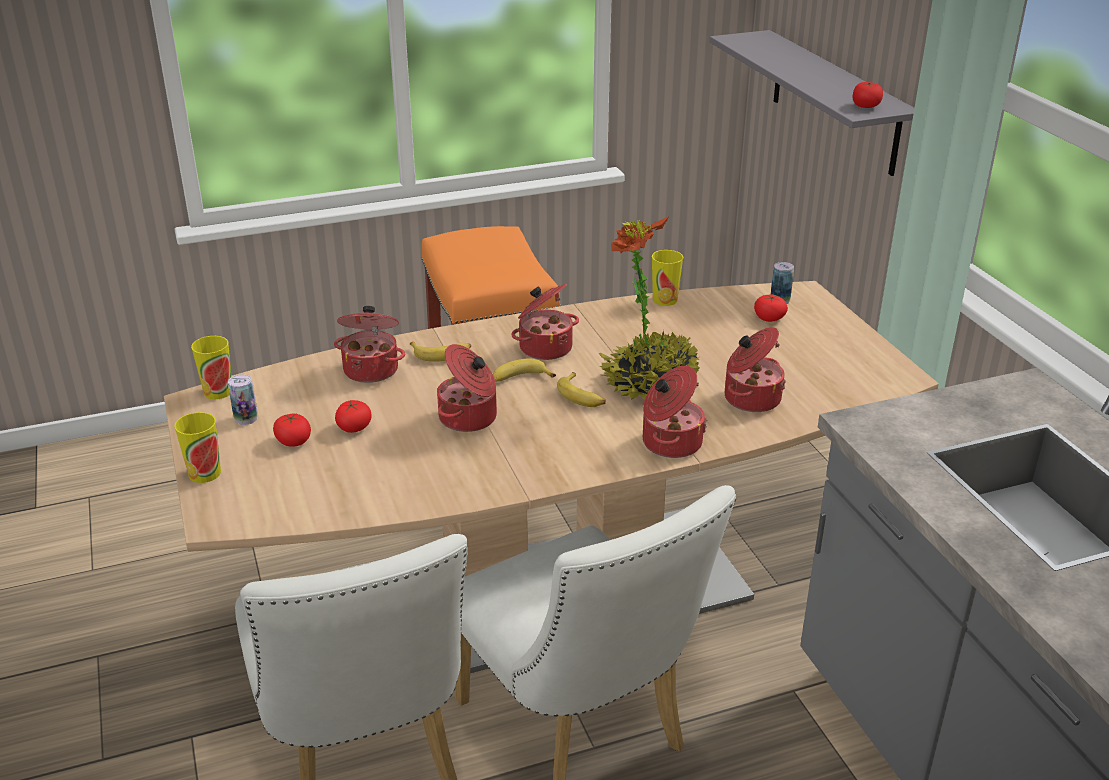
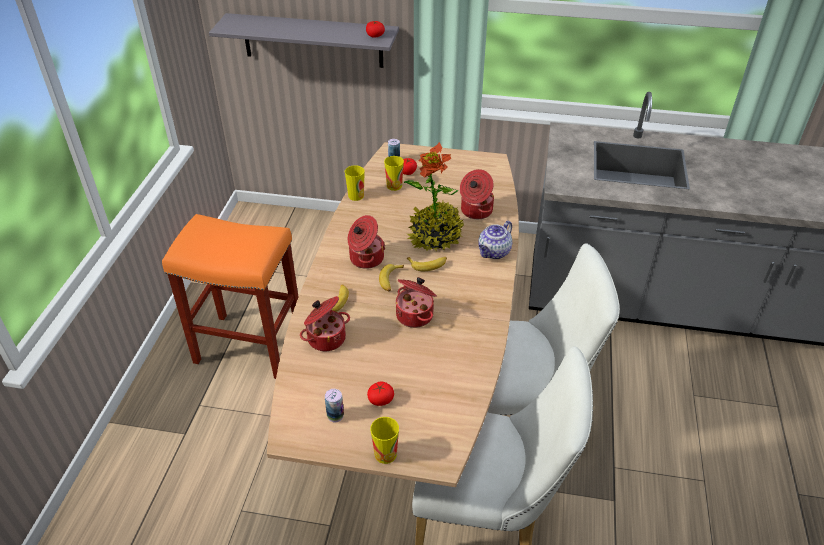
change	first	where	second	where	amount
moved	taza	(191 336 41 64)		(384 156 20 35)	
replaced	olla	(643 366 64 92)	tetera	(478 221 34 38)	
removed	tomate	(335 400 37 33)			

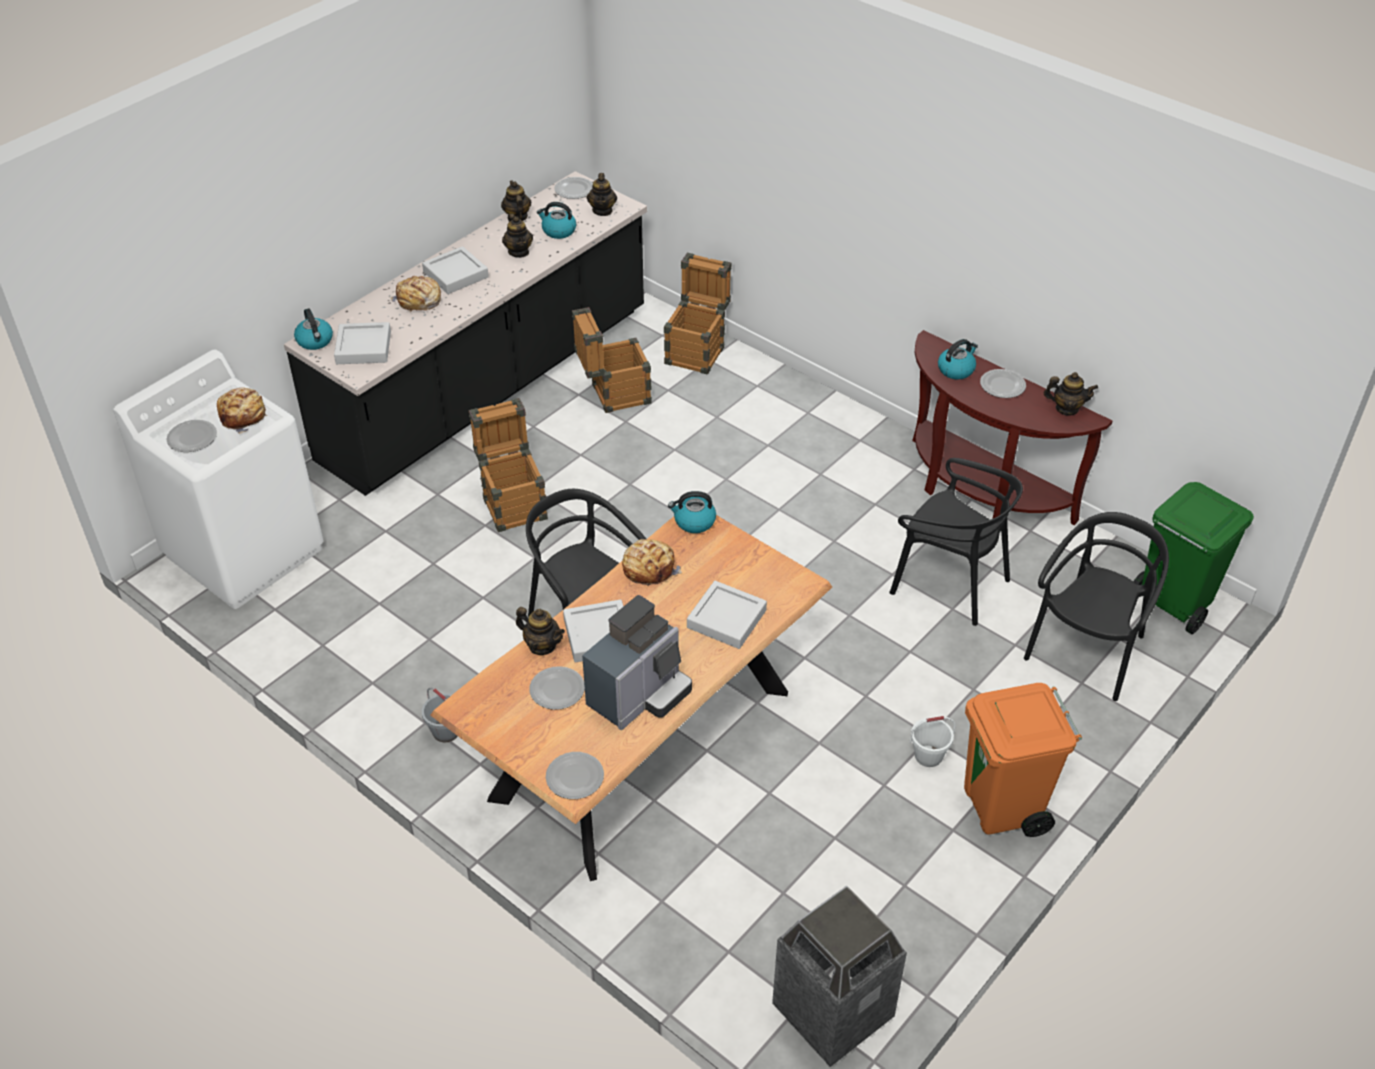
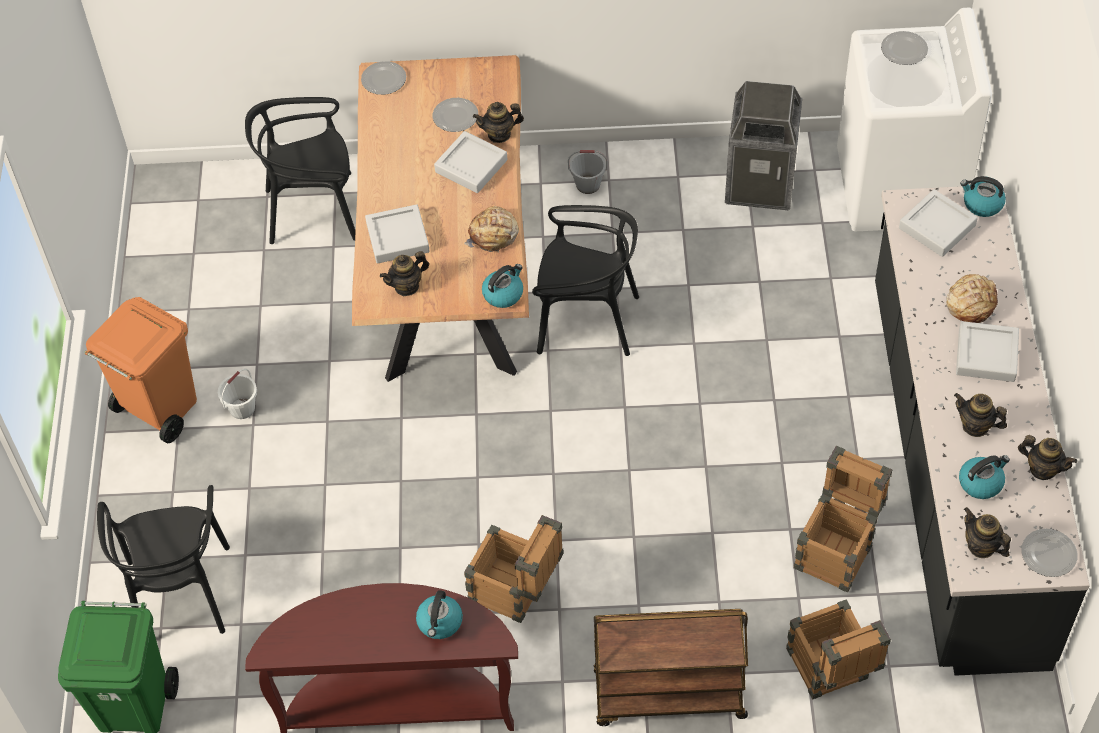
change	first	where	second	where	amount
removed	plato	(980 369 46 29)			
moved	tetera	(1044 372 54 44)		(380 251 49 45)	
removed	pan	(217 387 50 47)			
moved	caja de embalaje	(469 398 79 134)		(464 515 100 108)	
moved	silla [negro]	(889 458 134 168)		(245 97 111 147)	
removed	cafetera	(582 595 110 135)			
moved	papelera	(772 885 135 182)		(725 81 77 129)	
added			carrito [marrón]	(594 609 154 117)	

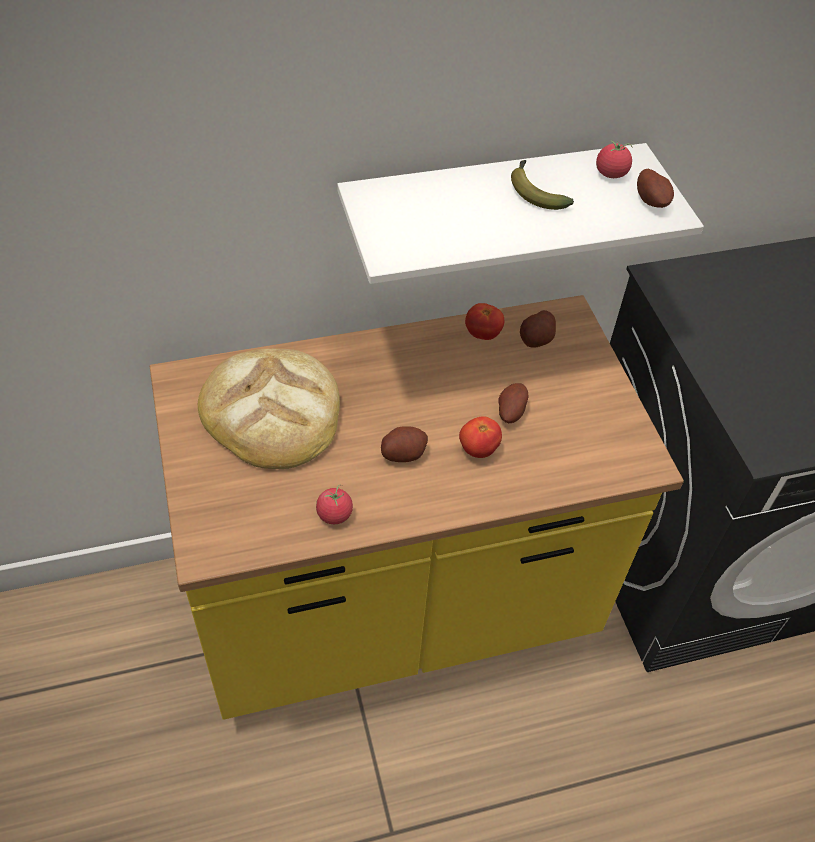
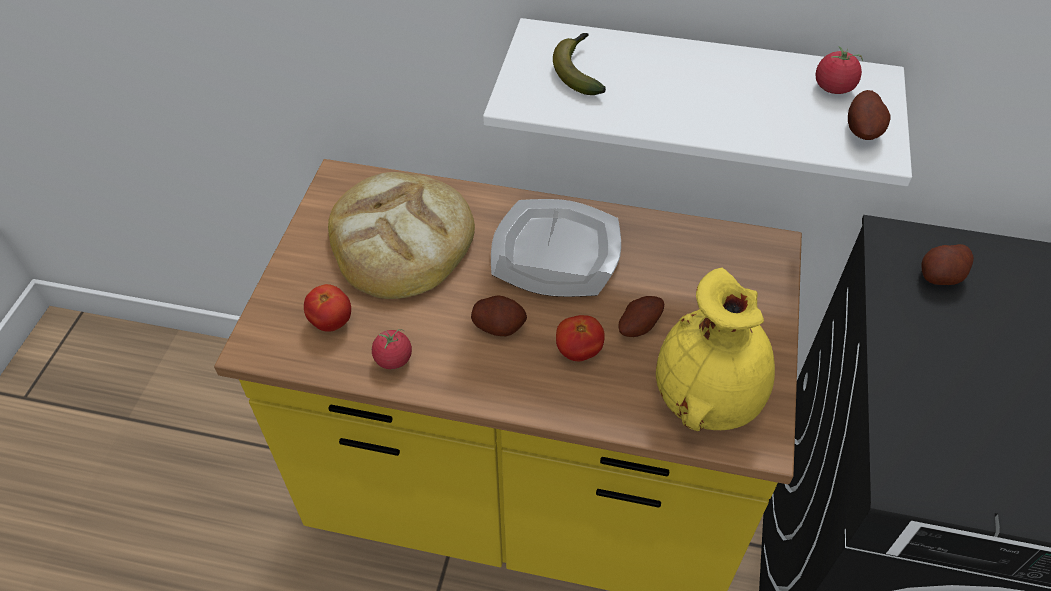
change	first	where	second	where	amount
moved	plátano	(511 160 63 50)		(553 33 53 62)	
moved	tomate	(465 303 39 37)		(304 284 47 48)	
moved	patata	(520 310 36 38)		(921 244 53 41)	
added			plato	(491 199 130 98)	
added			florero [amarillo]	(656 267 119 164)	

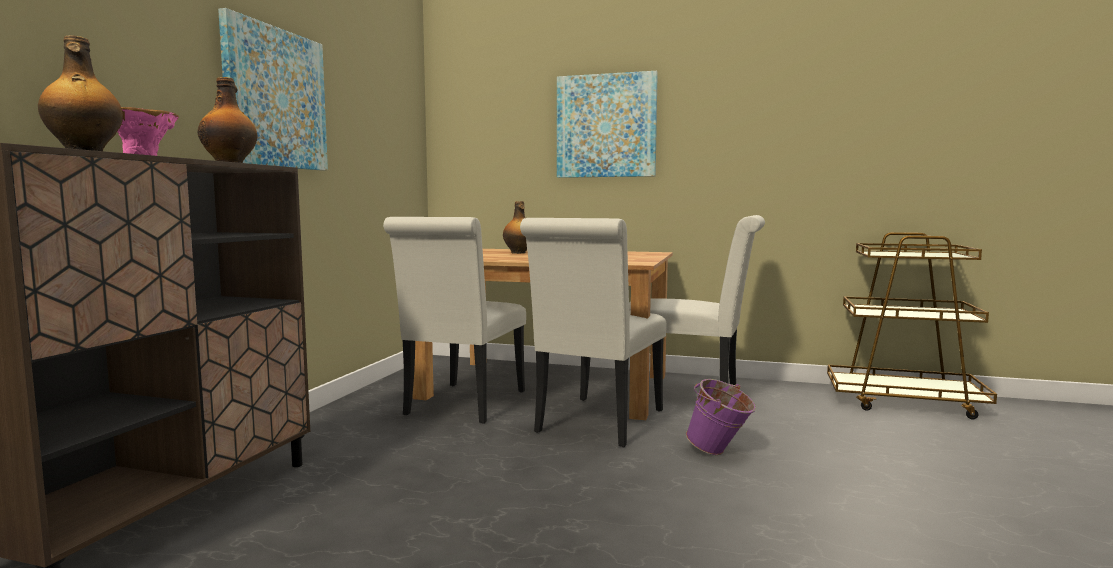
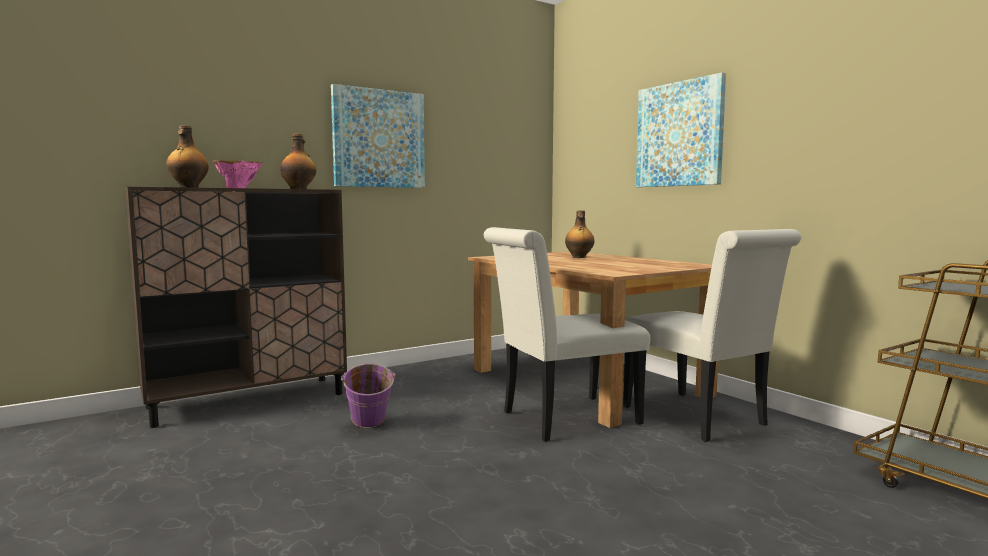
change	first	where	second	where	amount
removed	silla [blanco]	(383 217 143 207)			
moved	cubo [morado]	(686 379 70 76)		(341 364 54 64)	

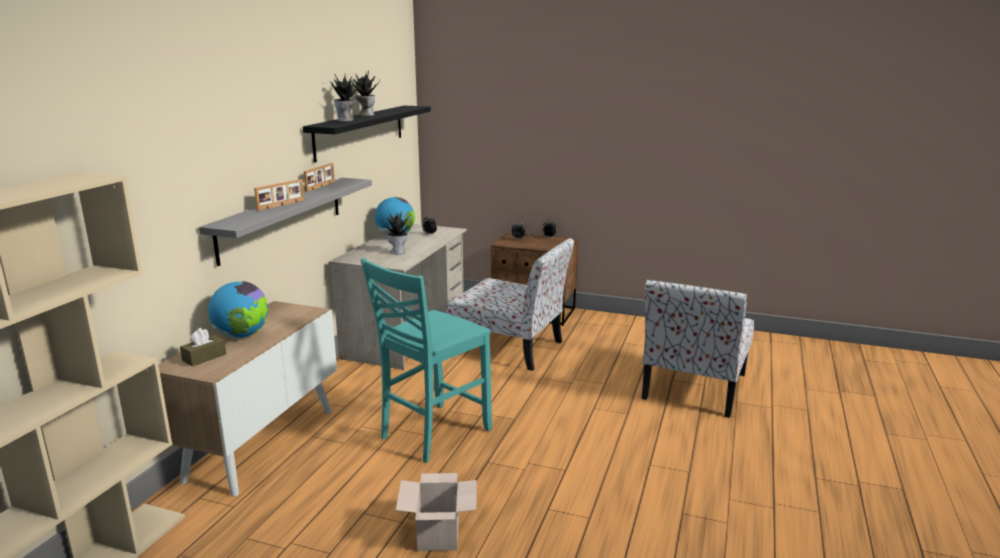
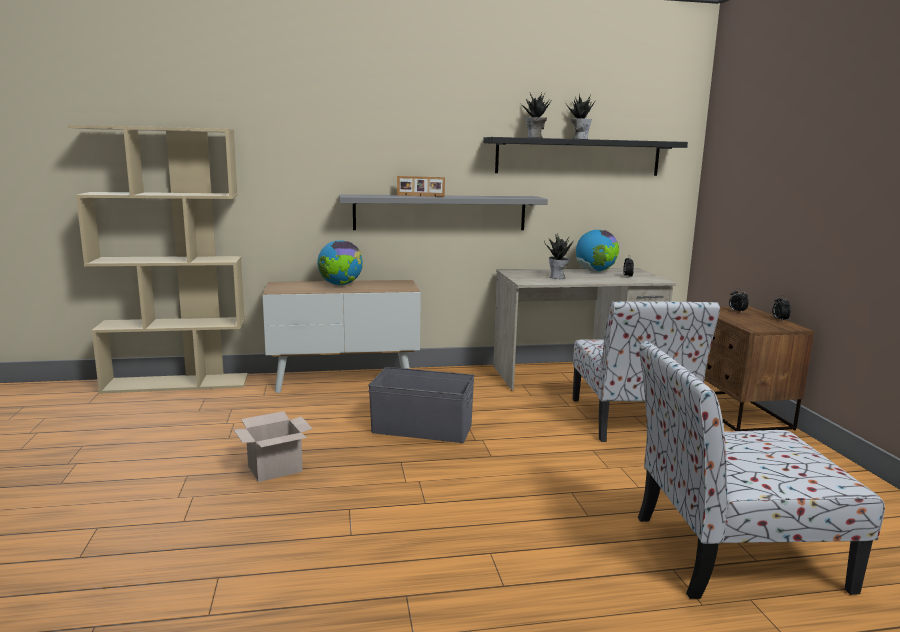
change	first	where	second	where	amount
removed	portarretratos	(304 163 31 29)			
replaced	silla [turquesa]	(360 258 132 205)	caja de almacenaje [gris]	(368 367 107 76)	
removed	caja de pañuelos [marrón]	(180 328 46 38)			

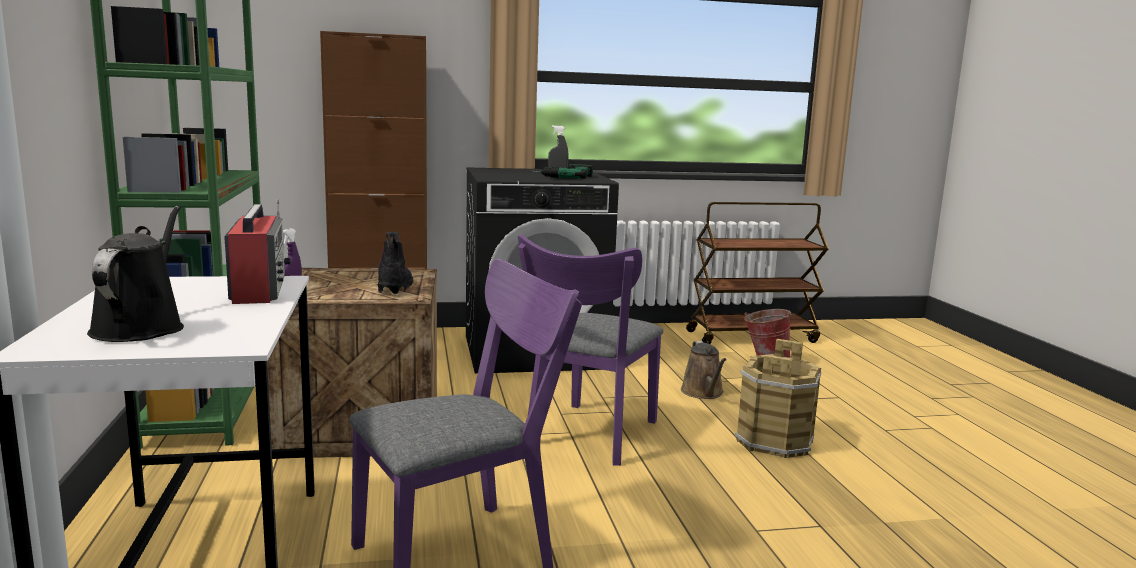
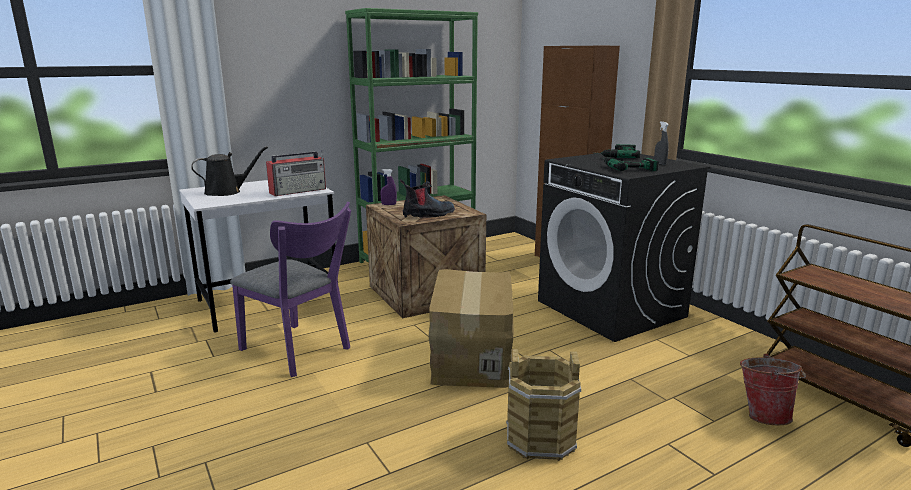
change	first	where	second	where	amount
replaced	silla [morado]	(518 235 145 231)	caja de cartón	(429 269 85 119)	
removed	regadera [marrón]	(681 341 46 58)			
added			taladro	(599 144 41 14)	

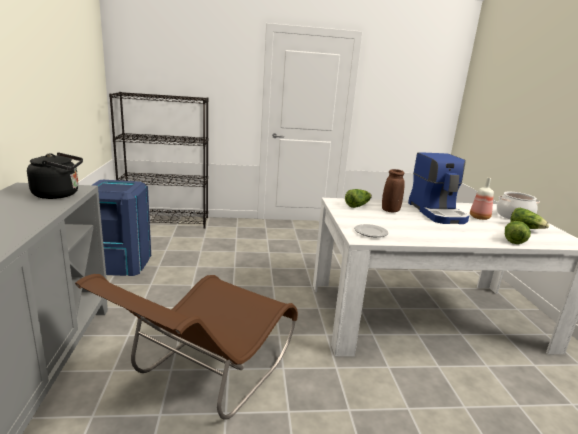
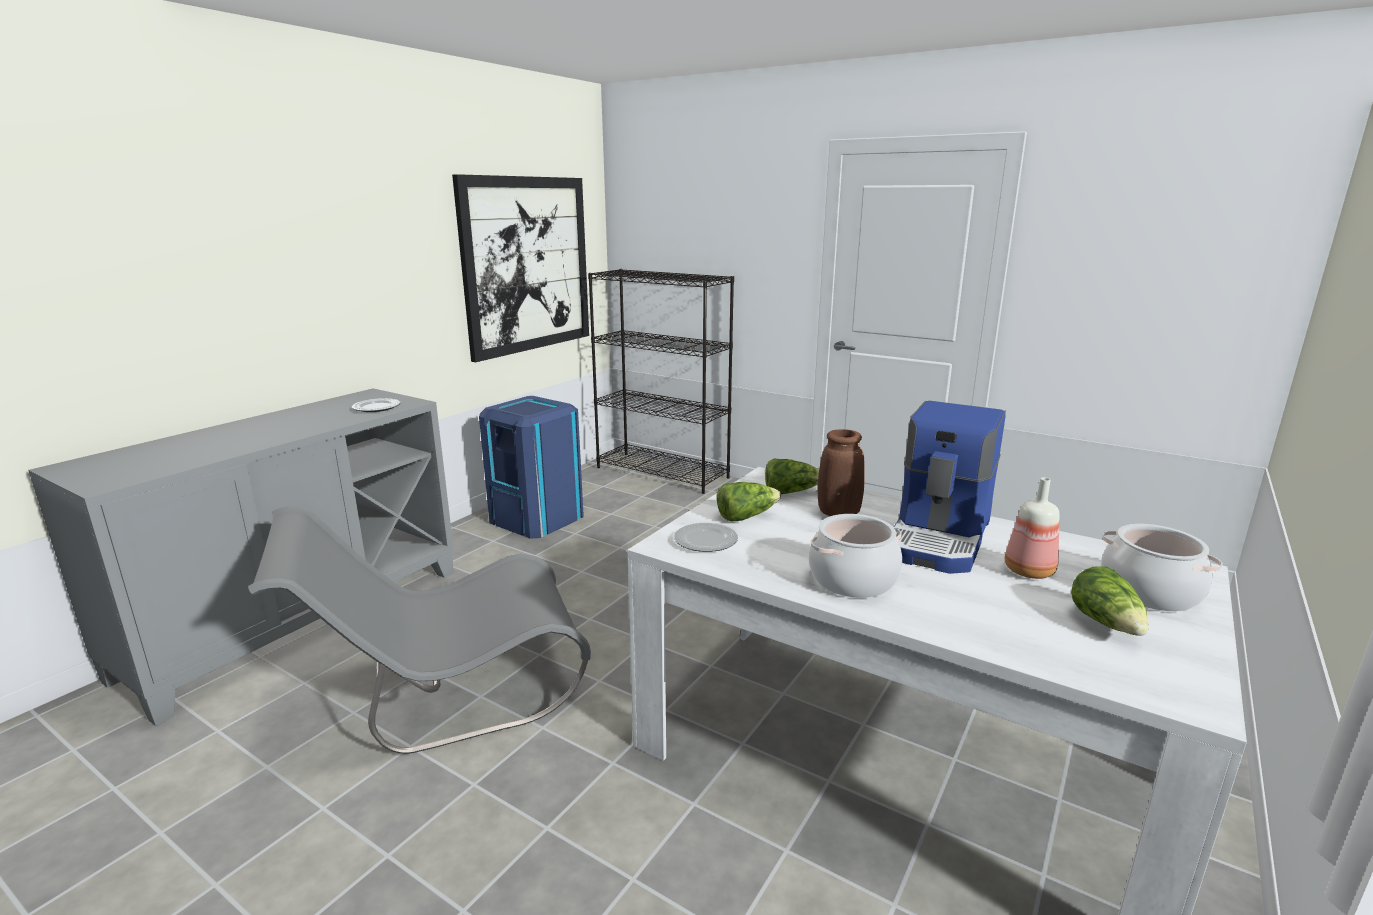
change	first	where	second	where	amount
replaced	hervidor [negro]	(27 152 56 47)	plato	(352 398 48 14)	
moved	lechuga	(505 221 26 23)		(717 482 64 40)	
recoloured	silla [marrón]	(75 274 223 146)	silla [gris]	(248 506 343 248)	
added			cuadro	(452 174 137 188)	
added			olla	(809 514 93 84)	

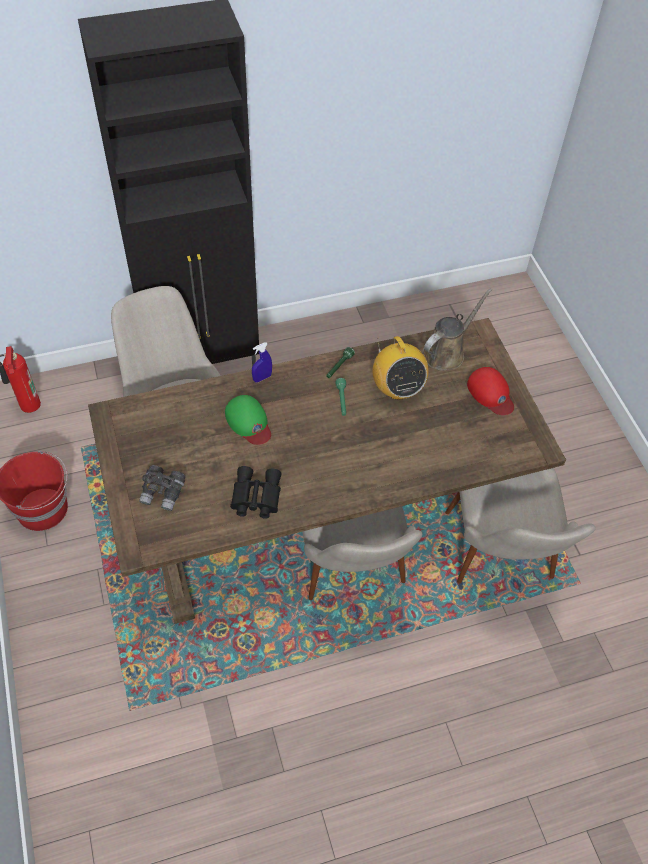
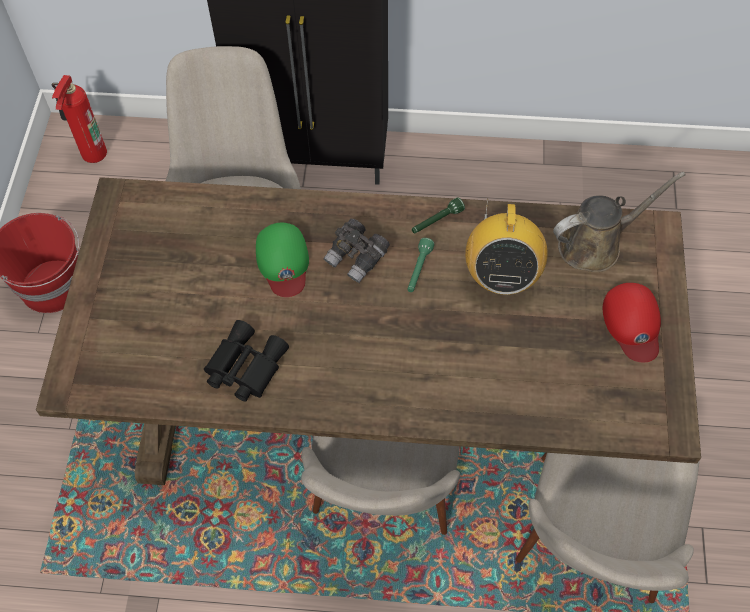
change	first	where	second	where	amount
removed	pulverizador [azul]	(252 342 20 40)			
moved	prismáticos [gris]	(139 465 46 46)		(323 218 67 65)	

